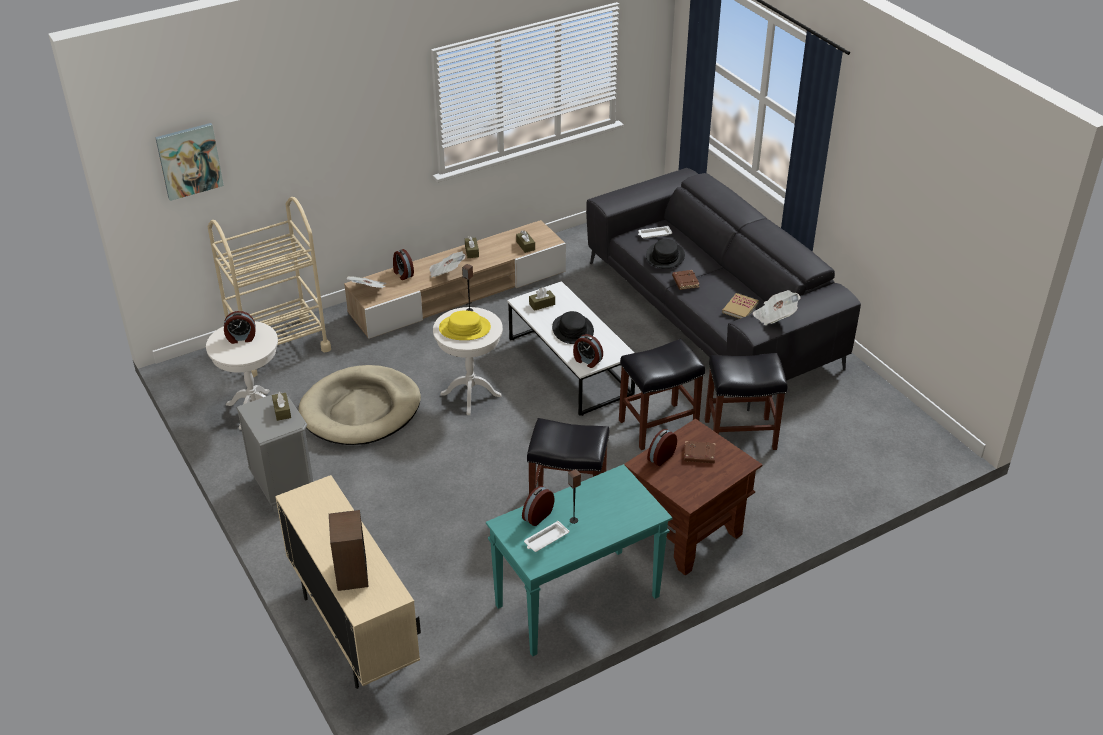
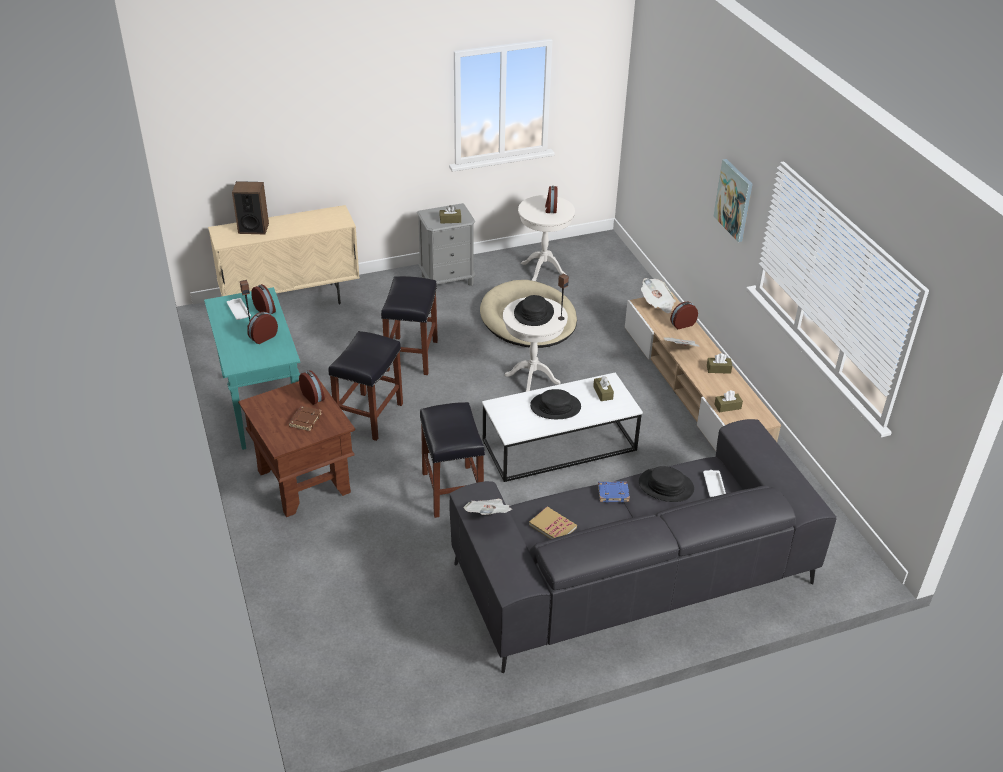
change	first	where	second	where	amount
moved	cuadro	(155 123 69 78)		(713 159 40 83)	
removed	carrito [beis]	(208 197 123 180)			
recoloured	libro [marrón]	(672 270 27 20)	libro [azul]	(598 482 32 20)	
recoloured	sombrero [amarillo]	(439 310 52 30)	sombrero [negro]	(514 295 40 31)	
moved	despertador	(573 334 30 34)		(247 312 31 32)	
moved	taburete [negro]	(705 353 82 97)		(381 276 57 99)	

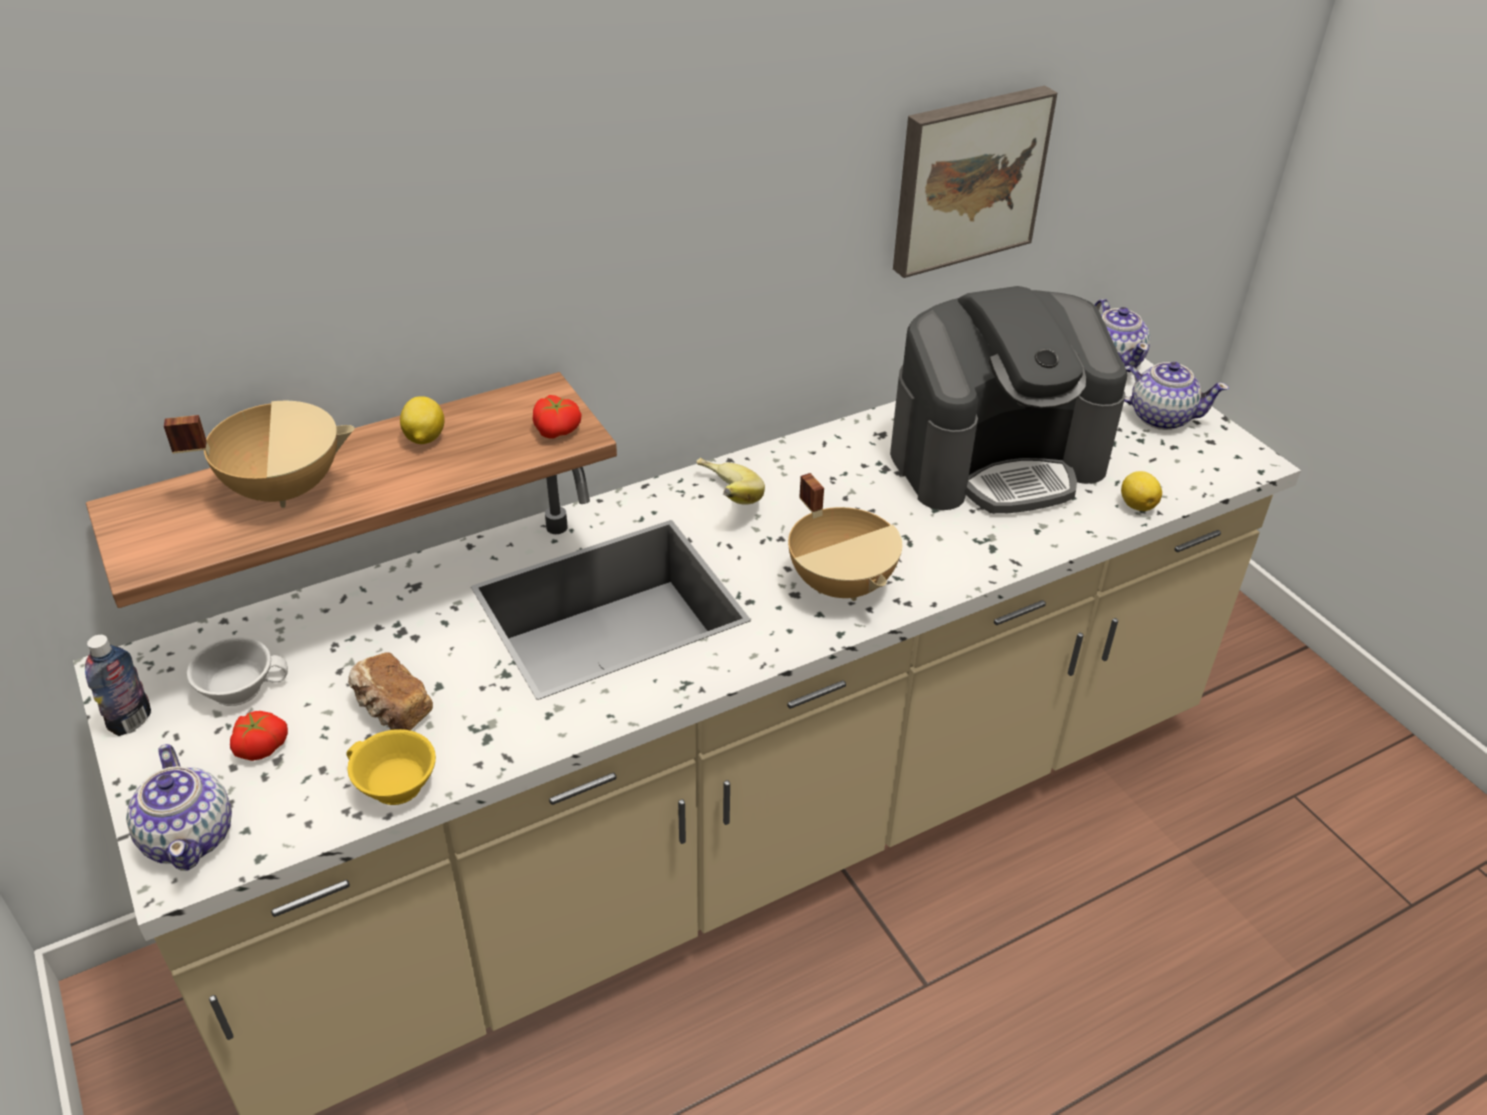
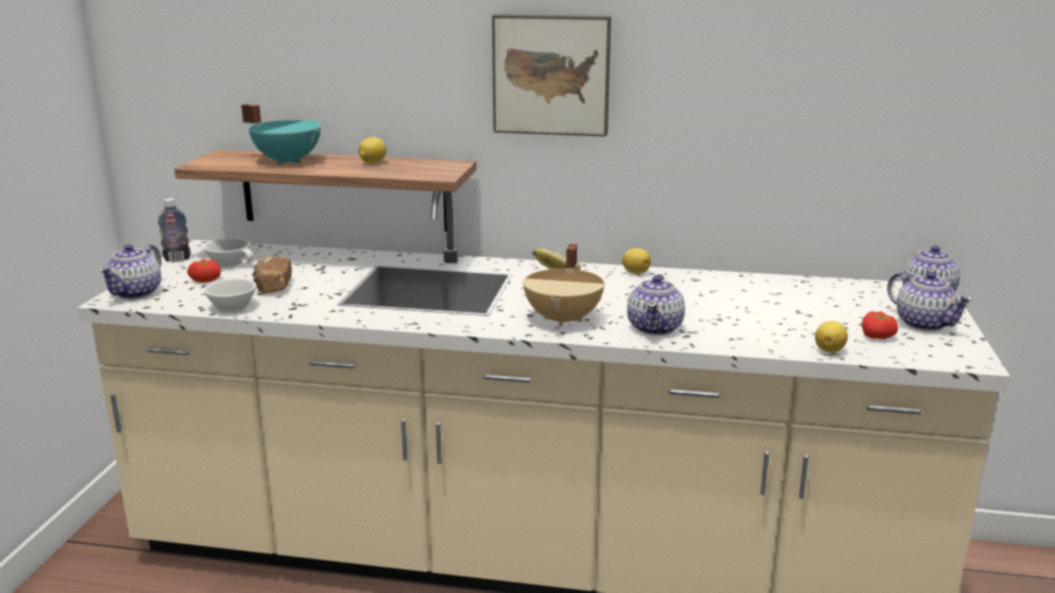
change	first	where	second	where	amount
moved	cuadro	(893 85 164 193)		(492 14 119 123)	
removed	cafetera	(890 286 237 228)			
moved	tomate	(533 395 49 43)		(862 311 36 28)	
recoloured	olla [beis]	(164 401 191 107)	olla [turquesa]	(241 104 81 61)	
recoloured	taza [amarillo]	(346 729 90 76)	taza [blanco]	(203 278 53 35)	
added			limón	(623 248 28 26)	
added			tetera	(627 274 58 62)	

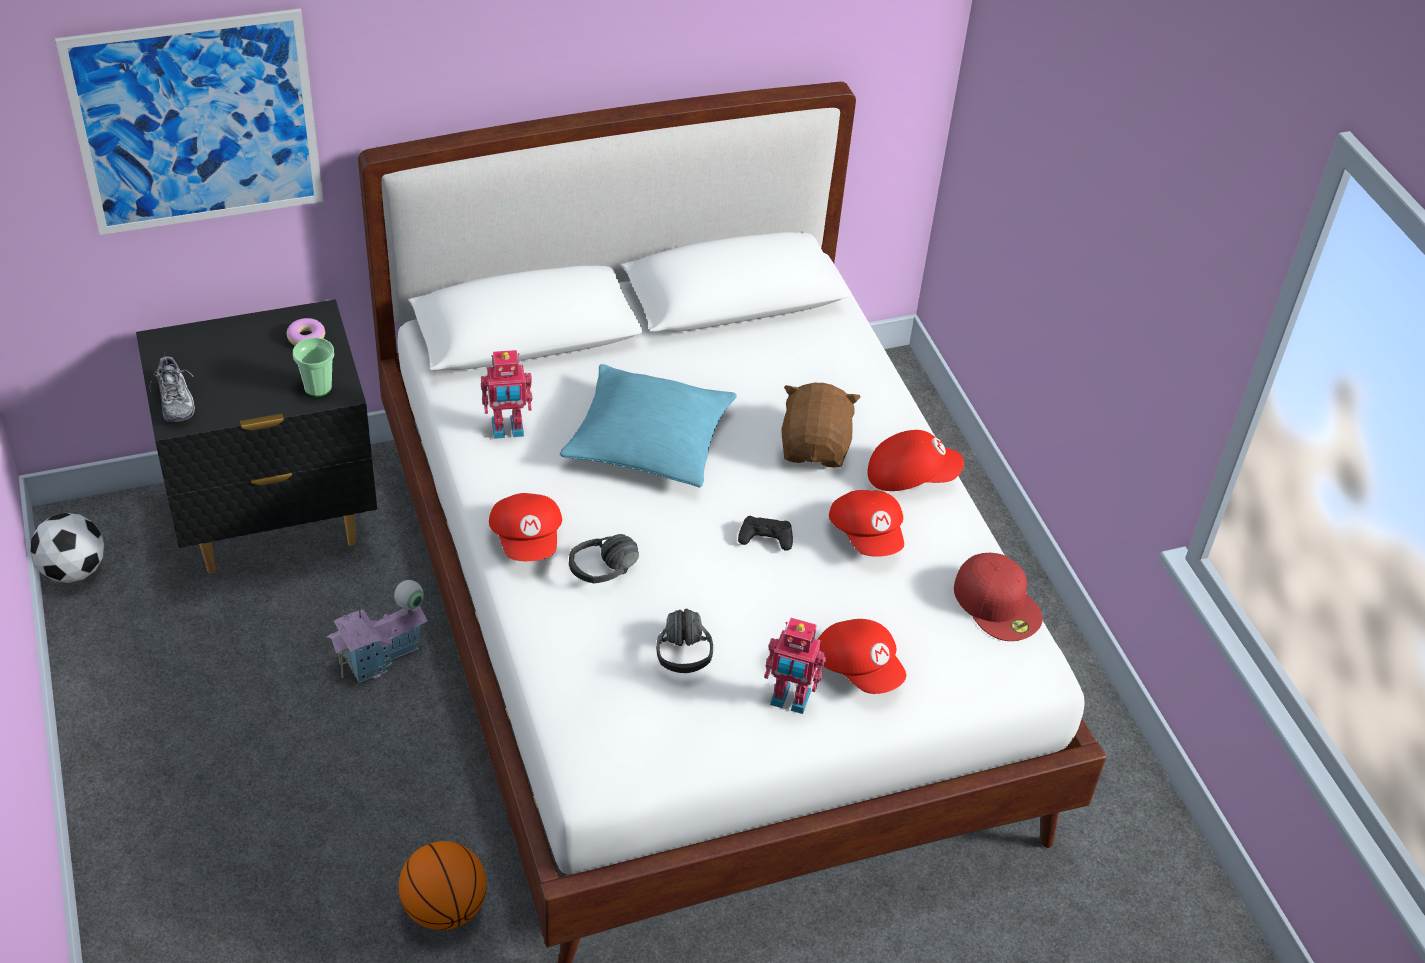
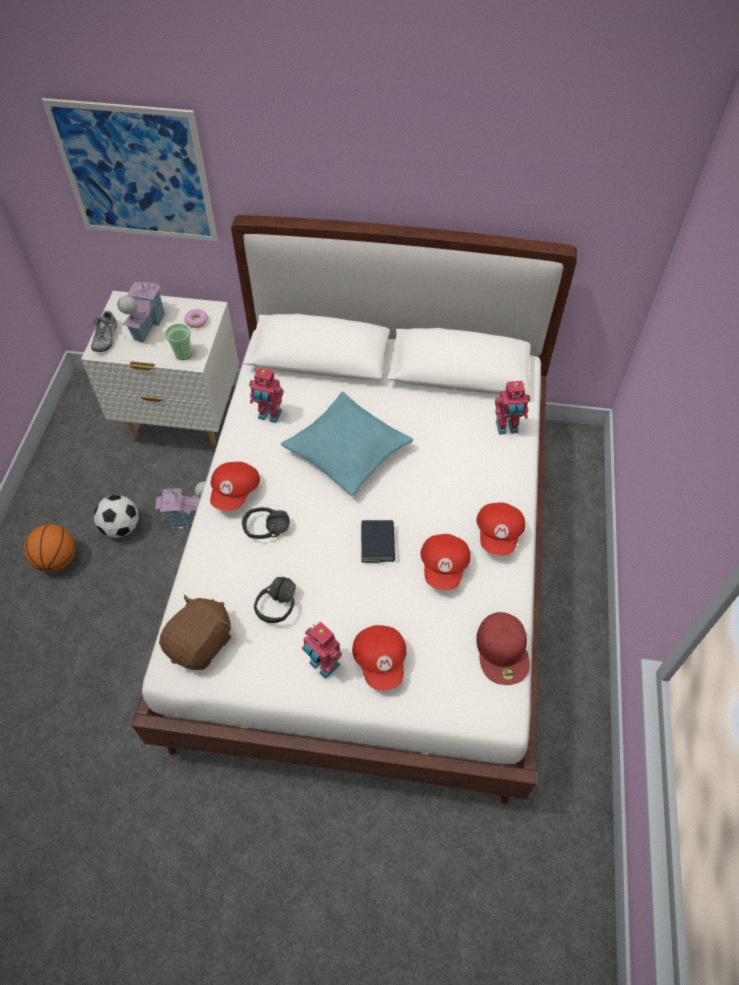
change	first	where	second	where	amount
recoloured	mesita de noche [negro]	(136 299 241 275)	mesita de noche [blanco]	(81 291 158 154)	
moved	peluche [marrón]	(781 383 80 85)		(159 595 72 75)	
turned	gorra [rojo]	(867 430 97 61)		(476 502 49 53)	75 degrees clockwise
moved	balón de fútbol	(30 513 74 70)		(94 495 45 43)	
replaced	mando de consola [negro]	(738 516 55 35)	libro	(361 520 34 43)	
moved	balón de baloncesto	(399 841 88 89)		(24 524 52 48)	
added			casita	(117 270 49 73)	
added			robot de juguete	(495 381 35 54)	

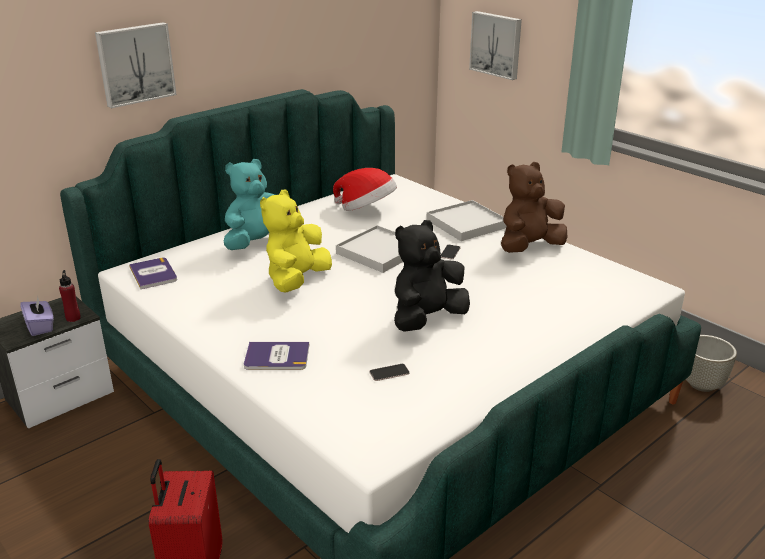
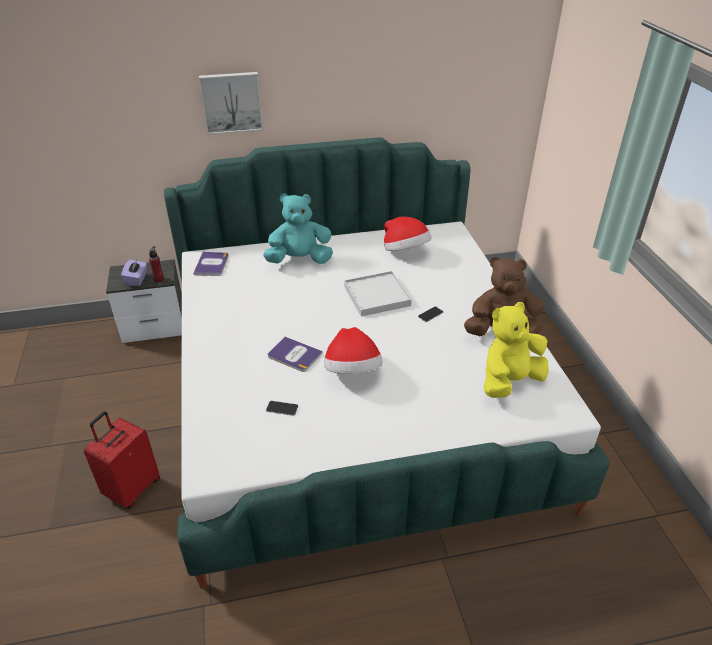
change	first	where	second	where	amount
removed	cuadro	(469 11 53 69)			
moved	peluche [amarillo]	(260 190 72 103)		(484 302 65 96)	
removed	bandeja [blanco]	(427 200 80 41)			
replaced	peluche [negro]	(394 220 76 112)	sombrero	(324 327 58 47)	
removed	maceta [gris]	(685 335 52 57)			
moved	libro	(244 342 65 28)		(268 337 55 35)	

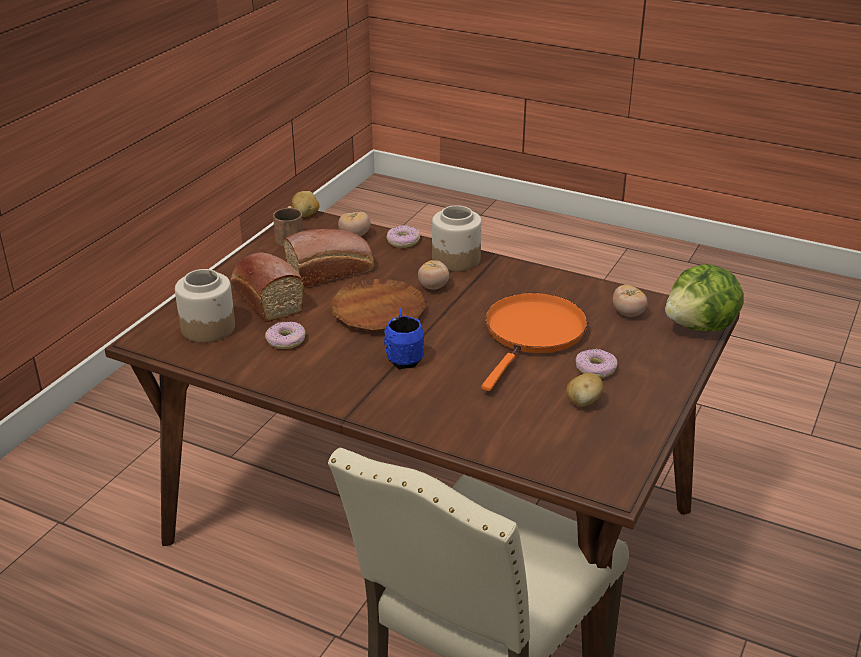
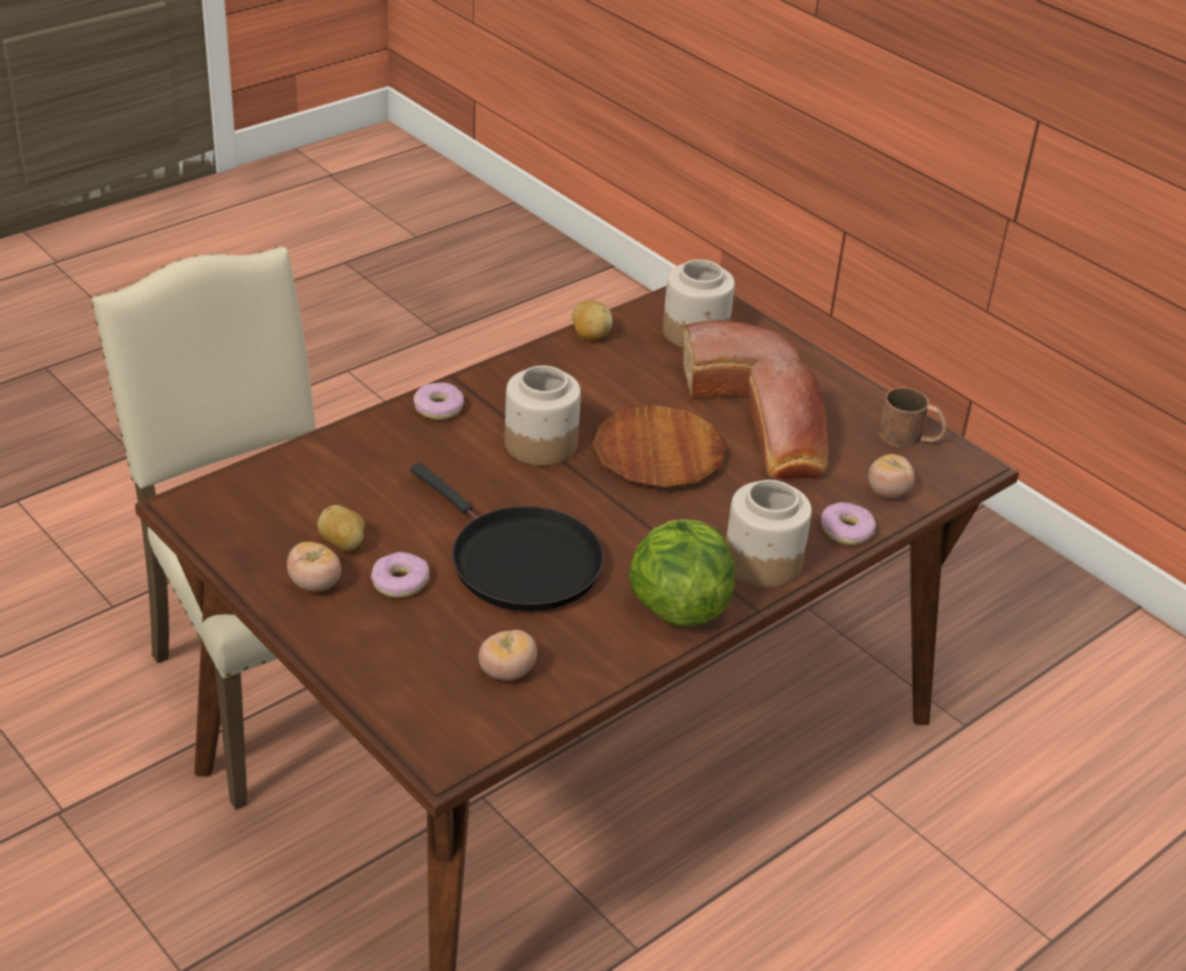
change	first	where	second	where	amount
moved	patata	(292 191 28 26)		(572 300 41 40)	
moved	tomate	(418 260 31 30)		(287 542 54 50)	
moved	lechuga	(665 264 79 67)		(629 519 106 107)	
recoloured	sartén [naranja]	(481 293 107 98)	sartén [negro]	(410 463 194 148)	
replaced	taza grande [azul]	(384 308 40 61)	tarro	(505 365 76 101)	
moved	rosquilla	(265 322 41 27)		(413 382 51 38)	

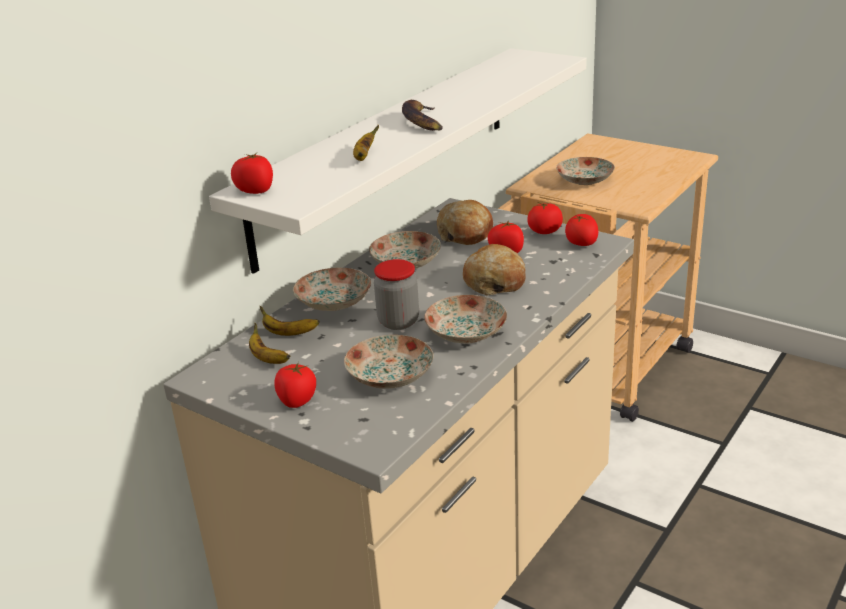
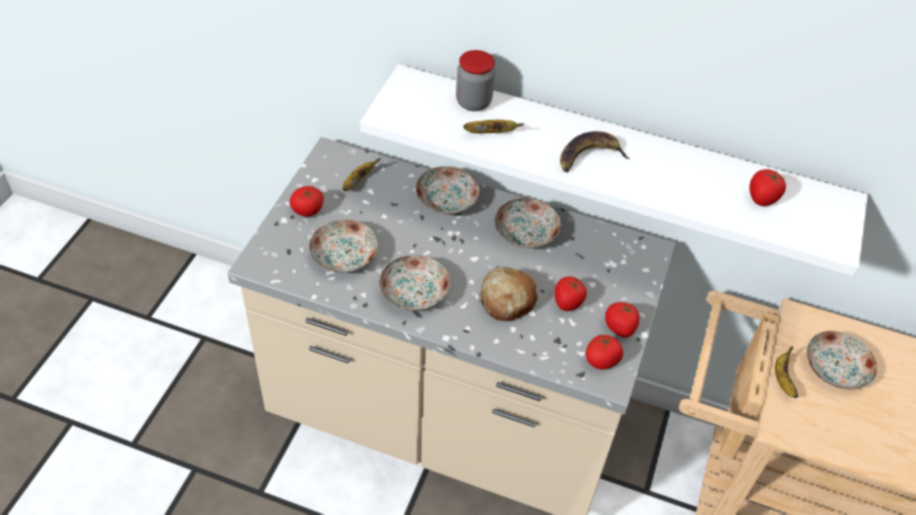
change	first	where	second	where	amount
moved	tomate	(231 153 42 41)		(749 169 37 37)	
removed	pan	(437 200 56 45)			
moved	tarro	(374 259 45 71)		(456 50 39 61)	
moved	plátano	(260 306 59 30)		(775 346 23 52)	

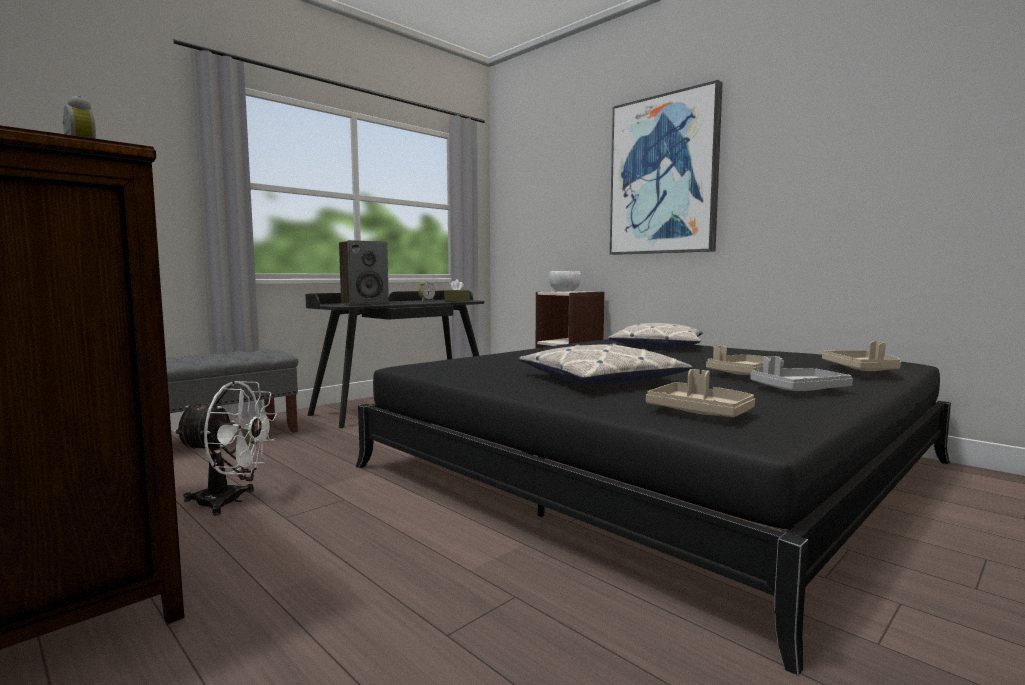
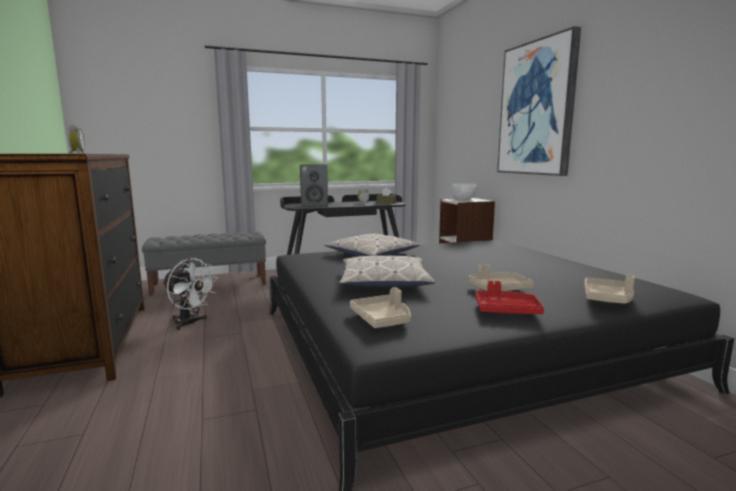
change	first	where	second	where	amount
moved	cojín	(608 322 95 26)		(325 233 94 23)	
recoloured	bandeja [gris]	(750 356 103 35)	bandeja [rojo]	(475 281 69 33)	

